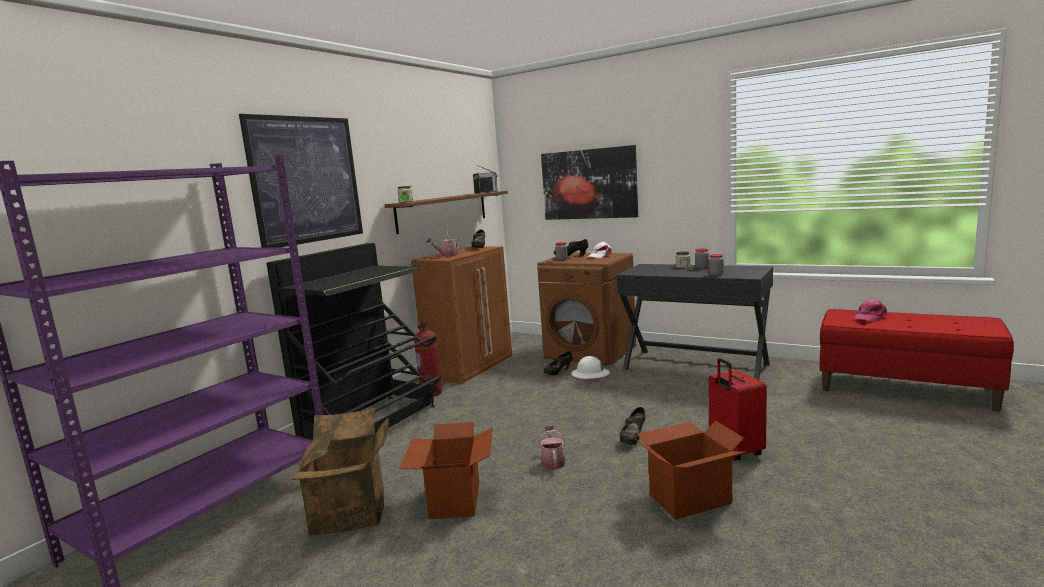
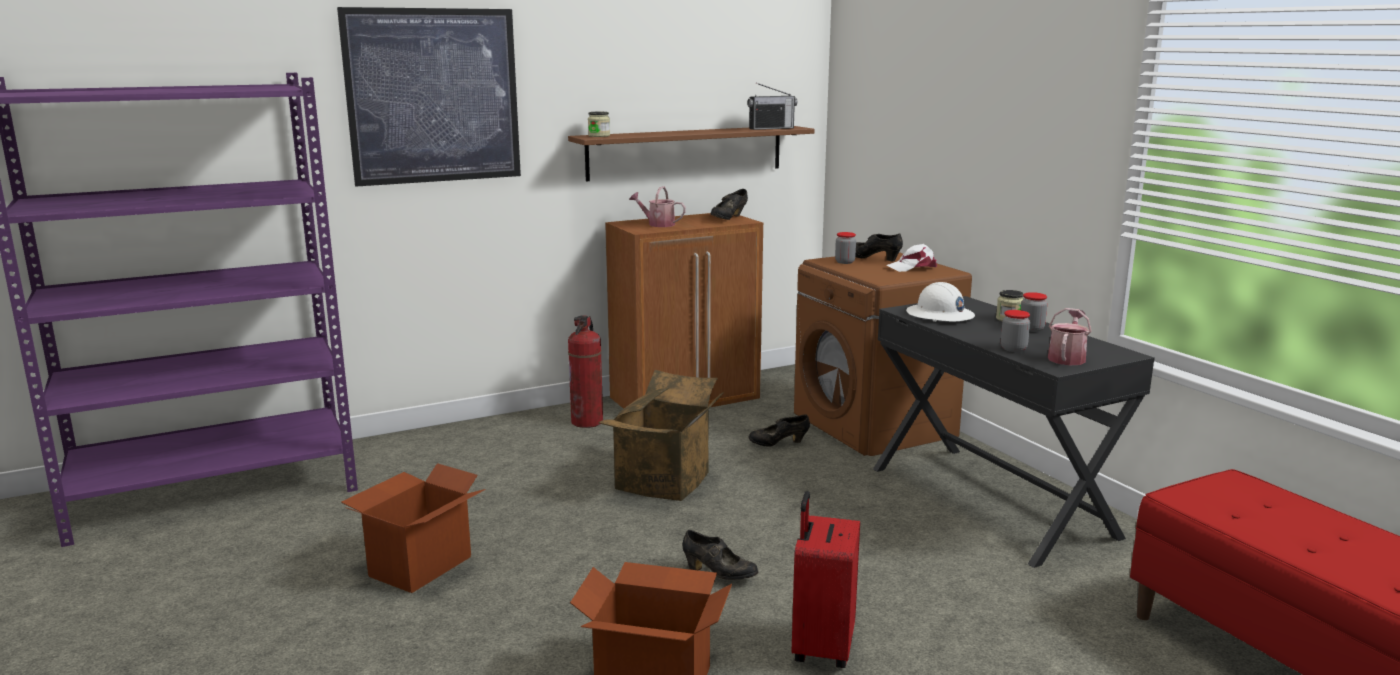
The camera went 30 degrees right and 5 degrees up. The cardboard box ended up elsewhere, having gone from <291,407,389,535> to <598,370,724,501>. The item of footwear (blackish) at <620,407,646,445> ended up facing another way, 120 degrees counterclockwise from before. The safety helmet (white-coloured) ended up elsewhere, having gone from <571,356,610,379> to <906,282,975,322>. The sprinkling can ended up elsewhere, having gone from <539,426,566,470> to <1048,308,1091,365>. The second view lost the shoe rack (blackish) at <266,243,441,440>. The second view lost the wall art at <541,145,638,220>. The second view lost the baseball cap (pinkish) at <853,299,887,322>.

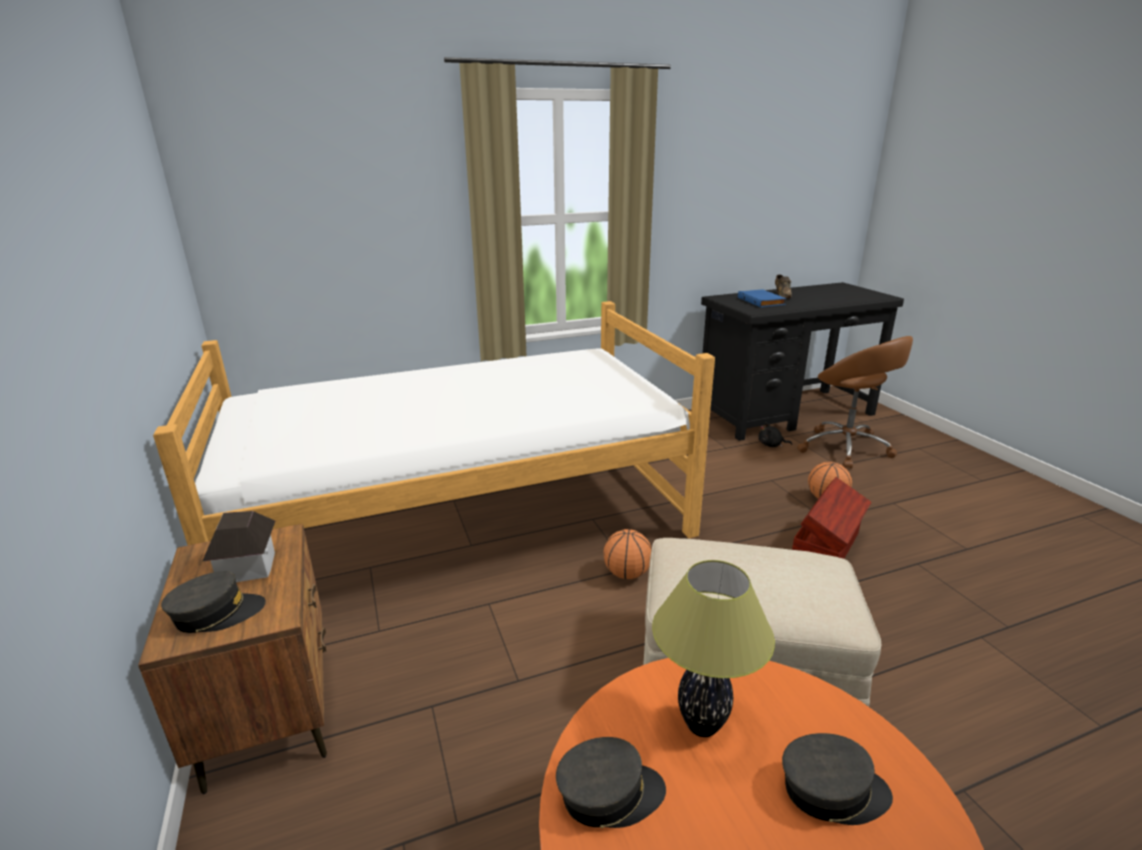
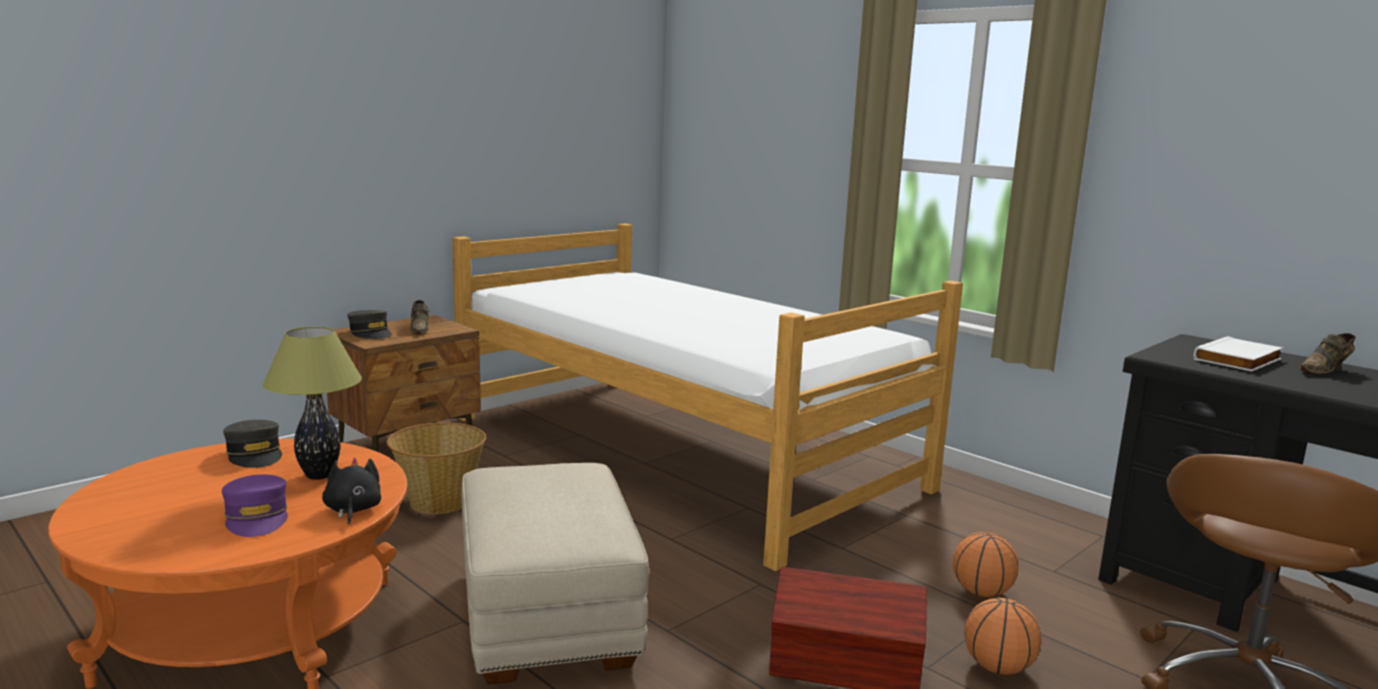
The camera went 65 degrees right and 10 degrees down. What was the baseball cap (greyish) at <782,733,893,825> turned into the baseball cap (purple-coloured) at <222,474,288,537>. The soft toy (blackish) ended up elsewhere, having gone from <758,422,792,447> to <322,458,381,525>. The second view gained the household basket at <387,422,486,514>. Where the toy house stood at <203,511,275,582>, the item of footwear (brownish) came to stand at <410,300,430,335>. The basketball ended up elsewhere, having gone from <603,529,652,579> to <953,532,1019,597>. What was the book (blue) at <738,289,786,307> turned into the book (white-coloured) at <1194,336,1283,371>.

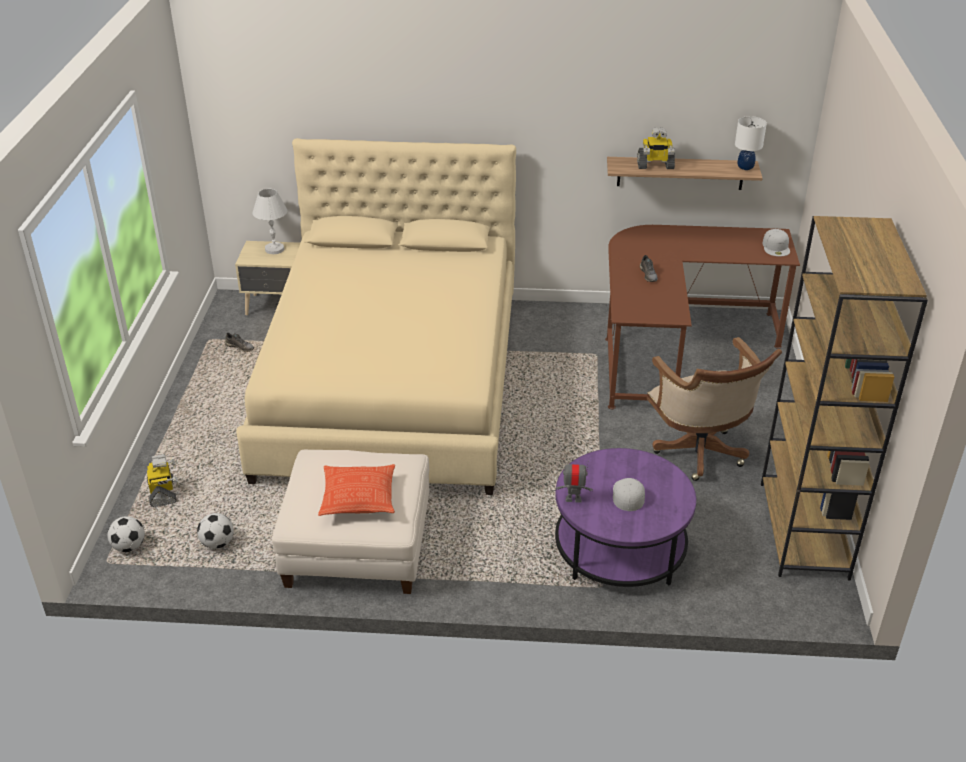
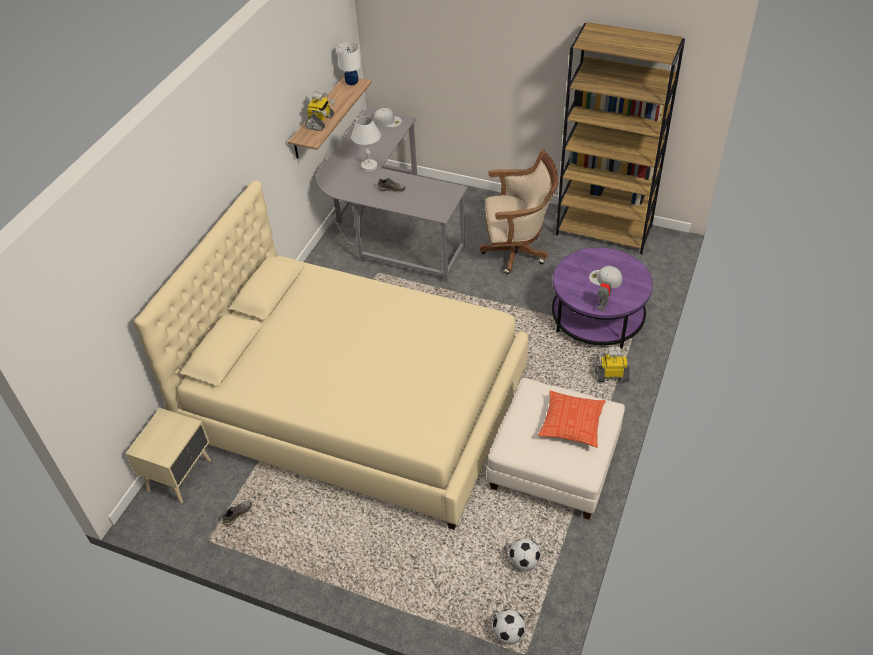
The camera went 70 degrees left and 10 degrees up. What was the desk table (brownish) at <605,225,800,409> turned into the desk table (greyish) at <316,108,468,284>. The table lamp (white-coloured) ended up elsewhere, having gone from <252,189,288,254> to <351,116,381,171>. The robot figure ended up elsewhere, having gone from <147,454,178,507> to <596,346,630,382>.

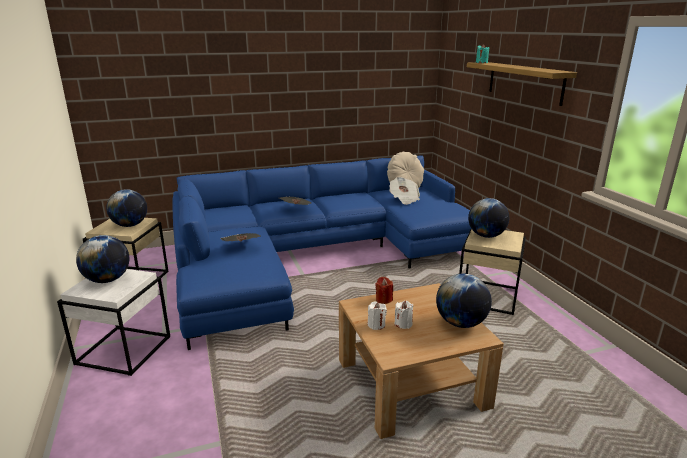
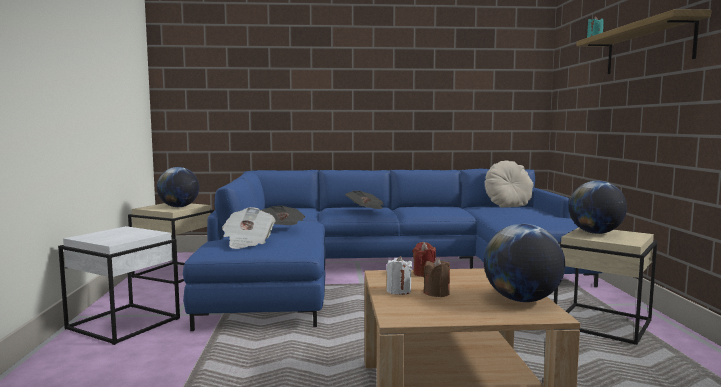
The camera went 15 degrees right and 15 degrees down. The newspaper ended up elsewhere, having gone from <390,177,420,205> to <222,207,275,249>. What was the wax candle (white-coloured) at <395,301,414,329> turned into the wax candle (brownish) at <423,258,450,297>. The second view lost the globe at <76,235,129,283>.

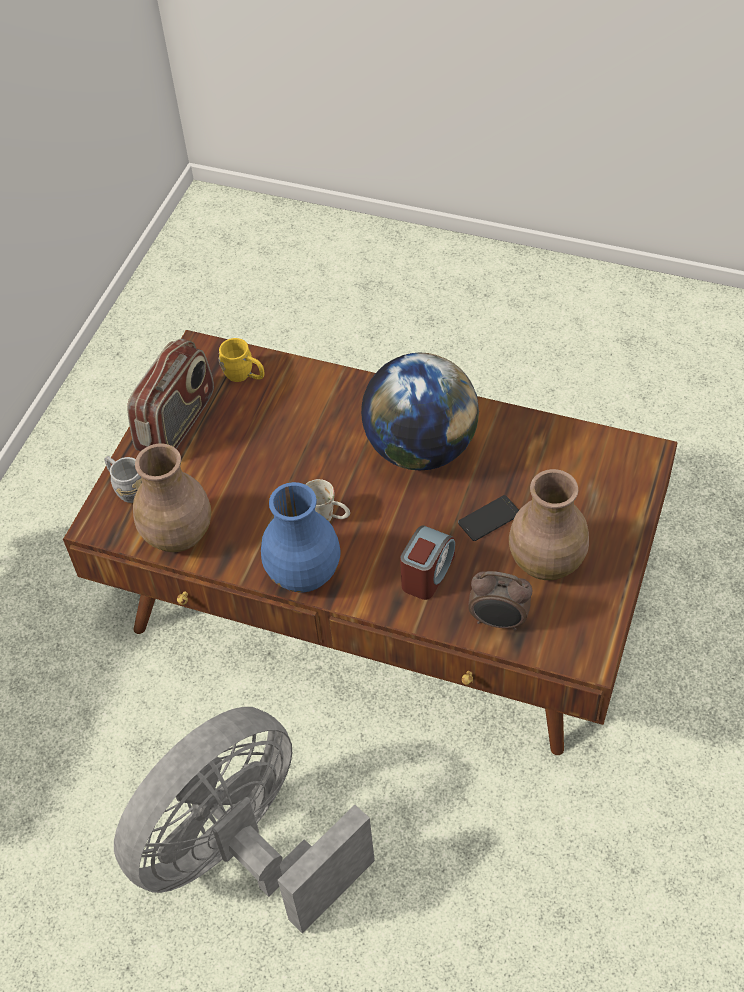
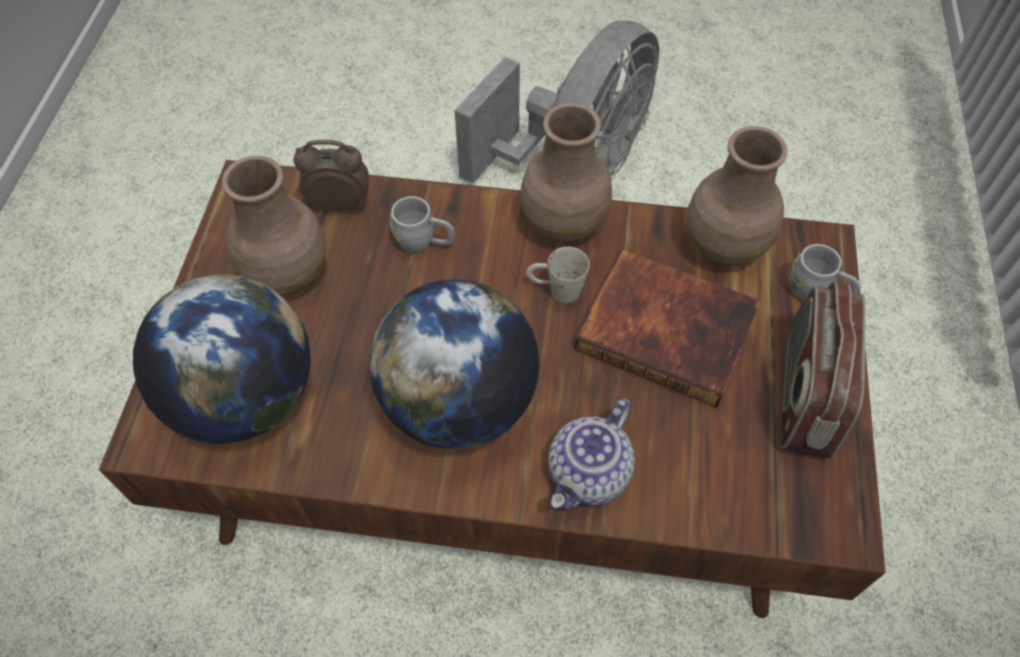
The camera went 165 degrees right and 5 degrees up. The second view gained the globe at <133,274,311,444>. Where the alarm clock stood at <400,525,455,600>, the mug (greyish) came to stand at <390,196,455,253>. What was the decorative vase (blue) at <261,482,341,592> turned into the decorative vase (brownish) at <520,103,612,243>. The second view gained the pot for tea at <548,398,635,509>. The second view gained the book at <574,249,760,408>. The second view lost the mug (yellow-coloured) at <219,338,265,382>. The second view lost the phone at <458,495,519,541>.

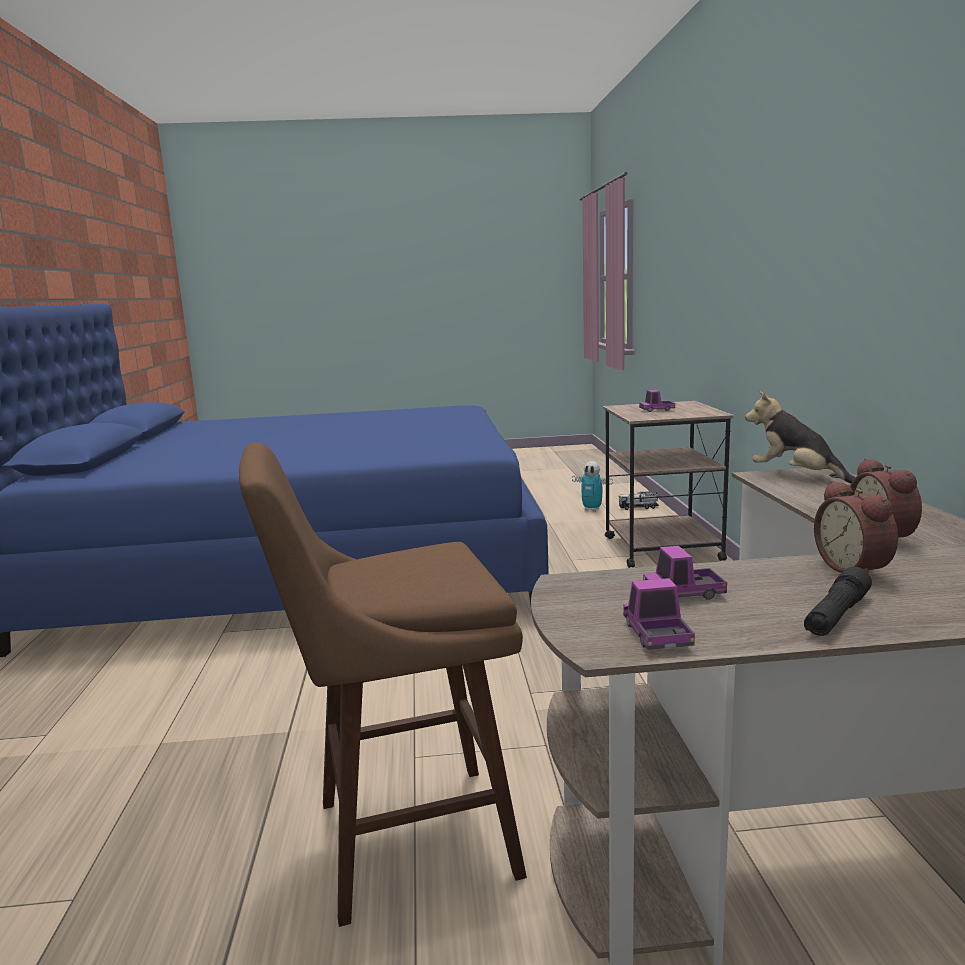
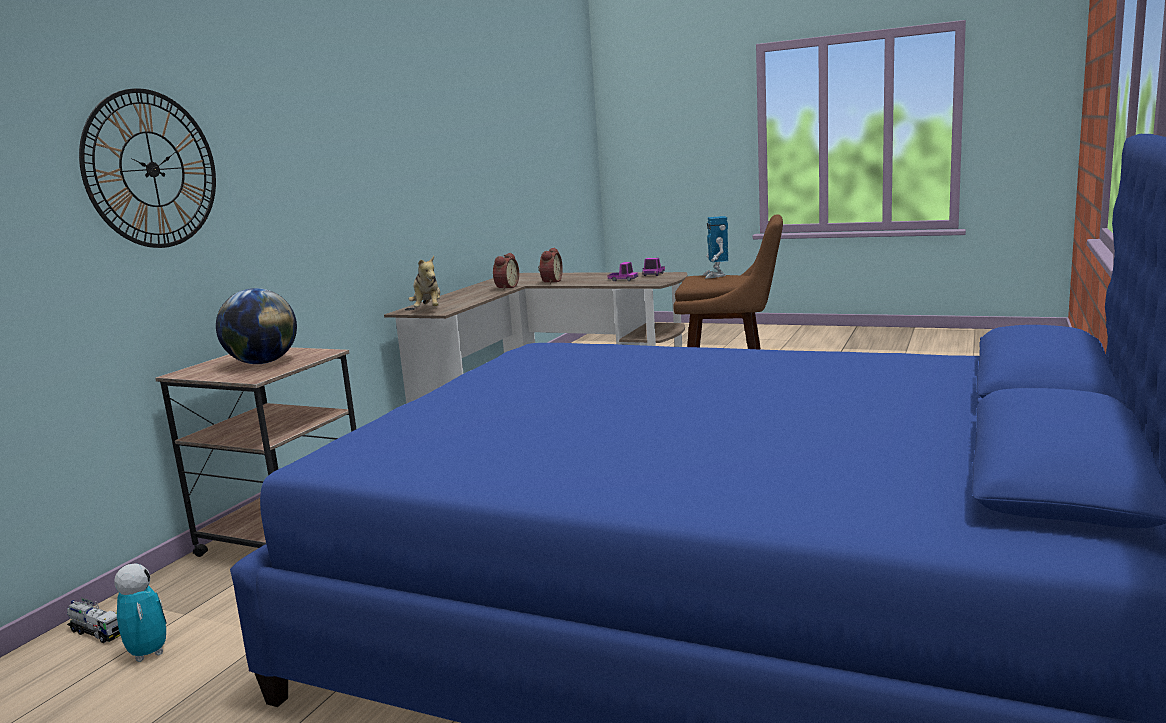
The camera went 150 degrees left and 0 degrees up. The second view gained the wall clock at <79,88,216,248>. Where the toy truck stood at <639,390,675,412>, the globe came to stand at <216,288,297,364>. The second view gained the robot figure at <703,216,728,278>. The second view lost the torch (blackish) at <804,567,872,636>.

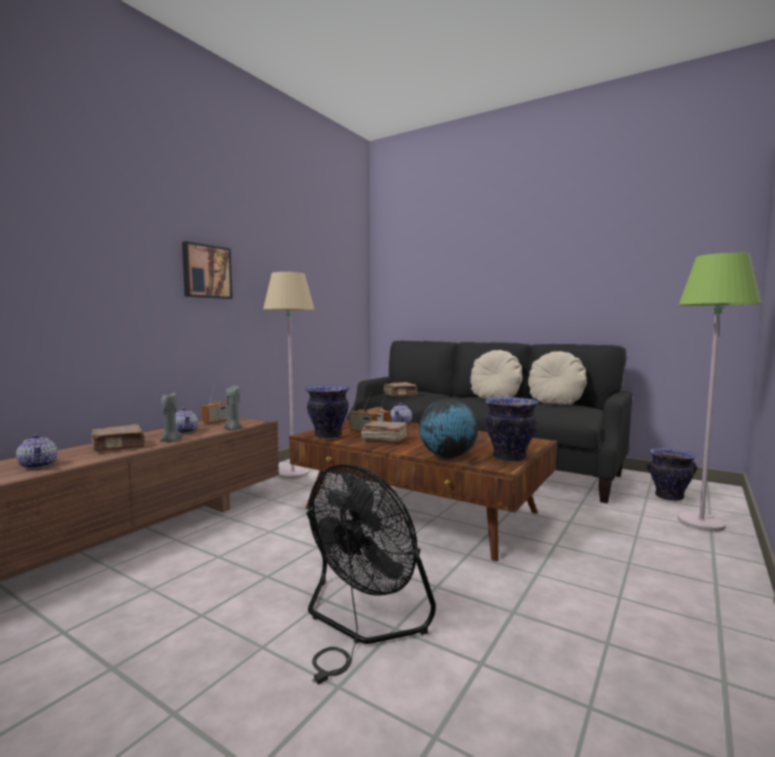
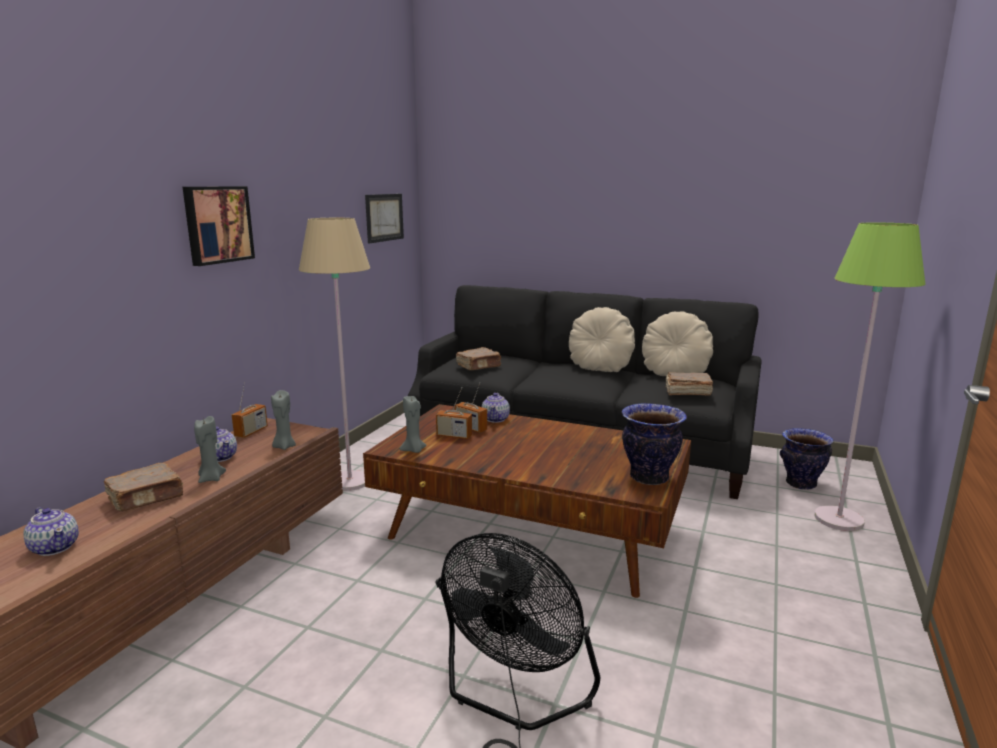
The camera went 10 degrees left and 10 degrees up. The second view gained the wall art at <365,194,404,243>. Where the decorative vase stood at <305,386,350,439>, the wax candle (greyish) came to stand at <400,396,427,453>. The book (brownish) ended up elsewhere, having gone from <361,421,408,442> to <666,372,713,396>. The second view lost the globe at <419,399,478,458>.

